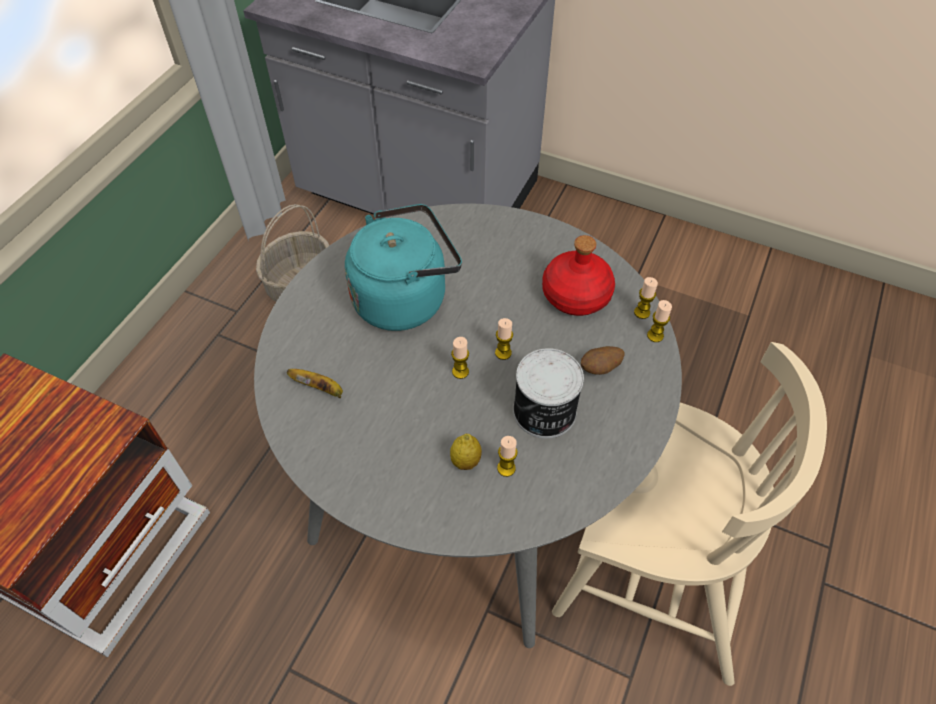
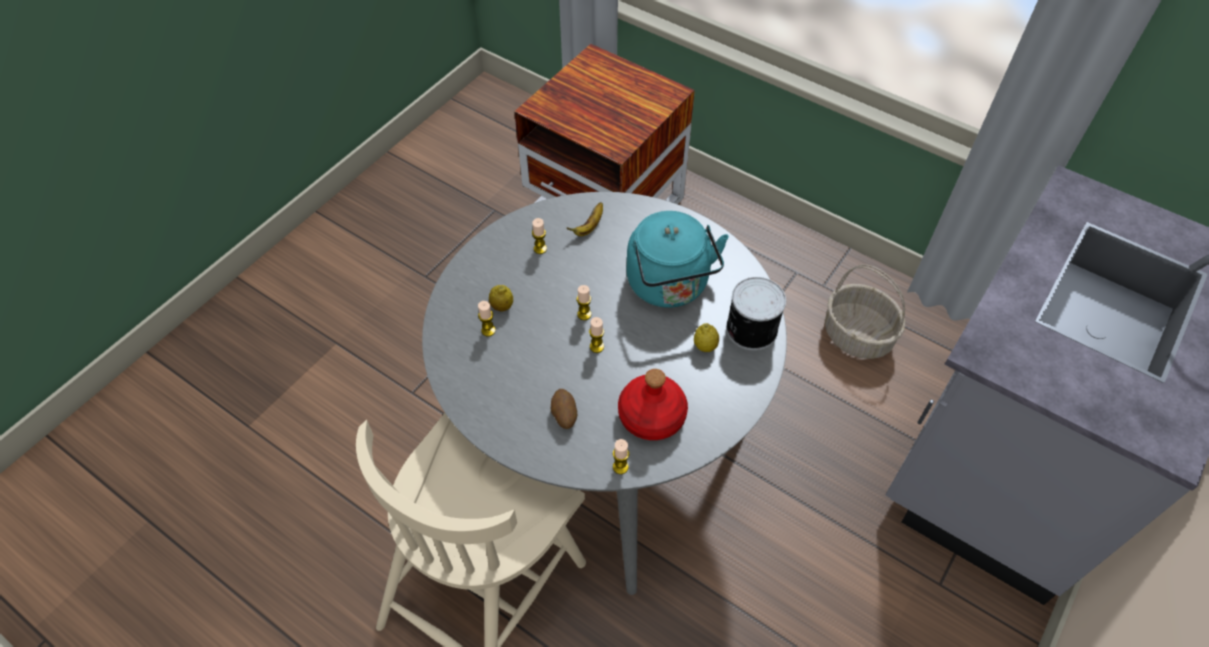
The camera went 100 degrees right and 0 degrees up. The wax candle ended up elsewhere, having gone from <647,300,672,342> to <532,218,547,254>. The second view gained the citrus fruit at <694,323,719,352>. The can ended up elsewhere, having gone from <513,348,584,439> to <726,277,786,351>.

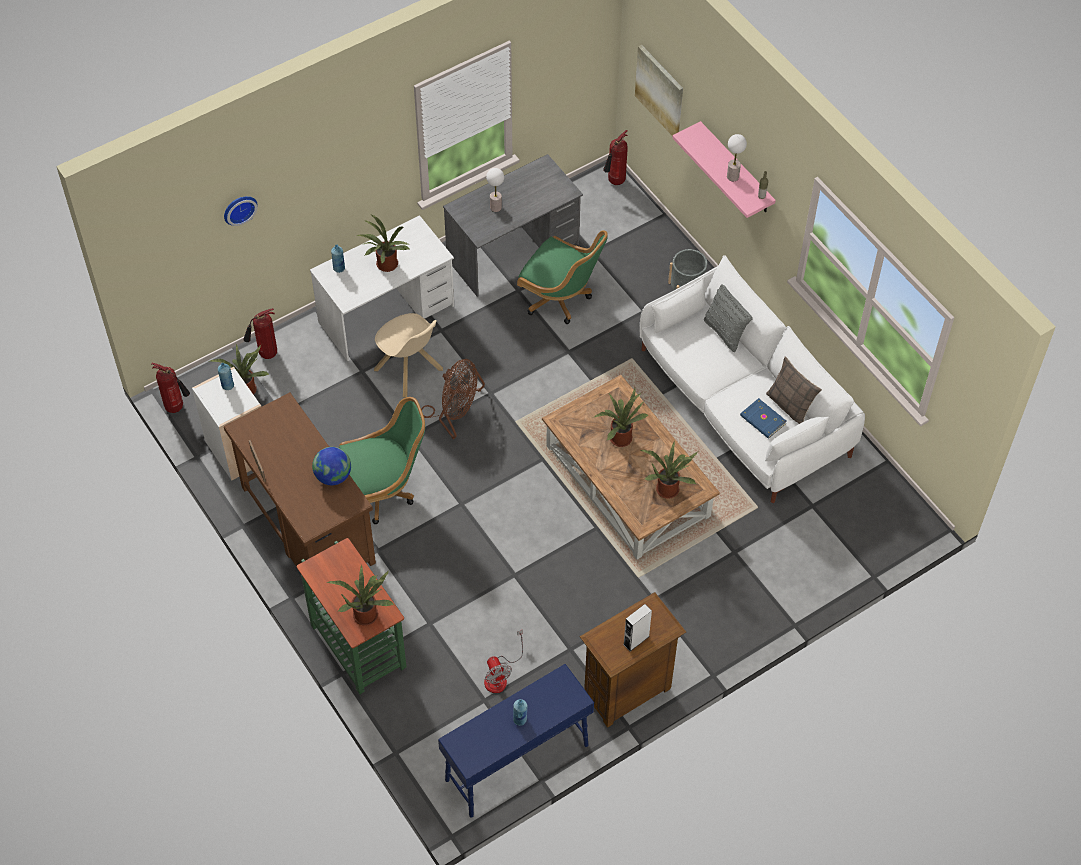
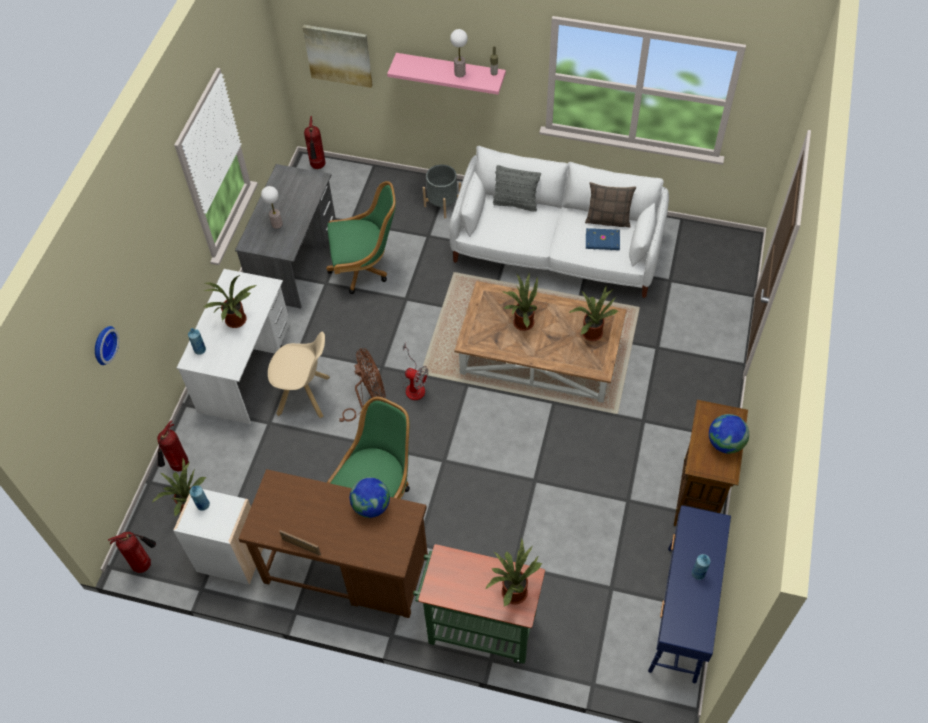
The camera went 40 degrees left and 0 degrees up. The cooling fan ended up elsewhere, having gone from <484,630,523,693> to <401,343,428,400>. Where the audio speaker (greyish) stood at <623,604,652,651>, the globe came to stand at <709,414,749,454>.

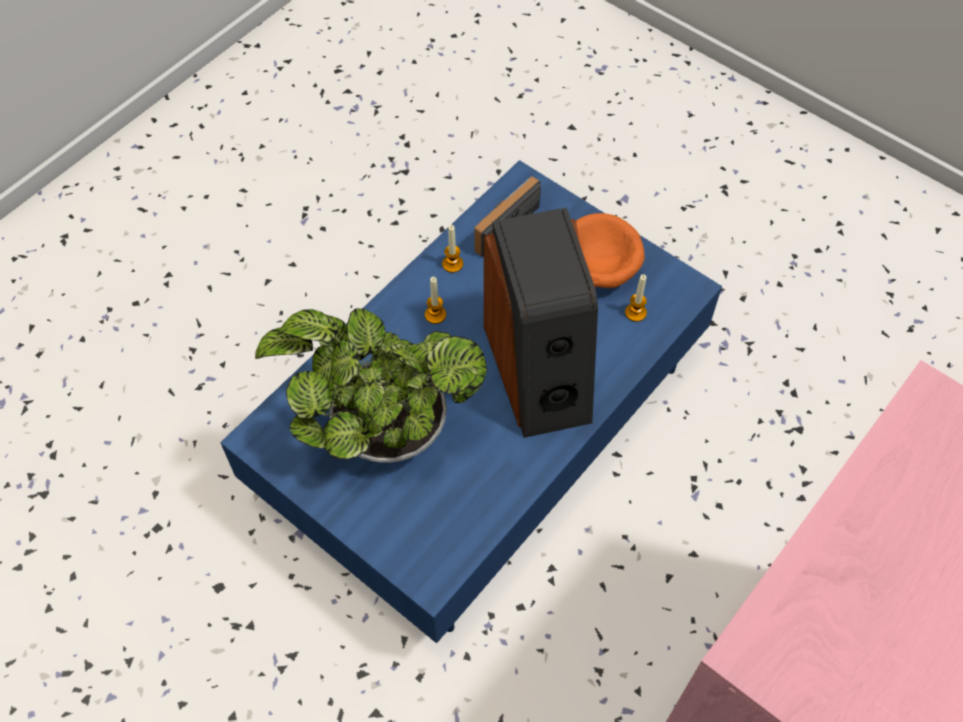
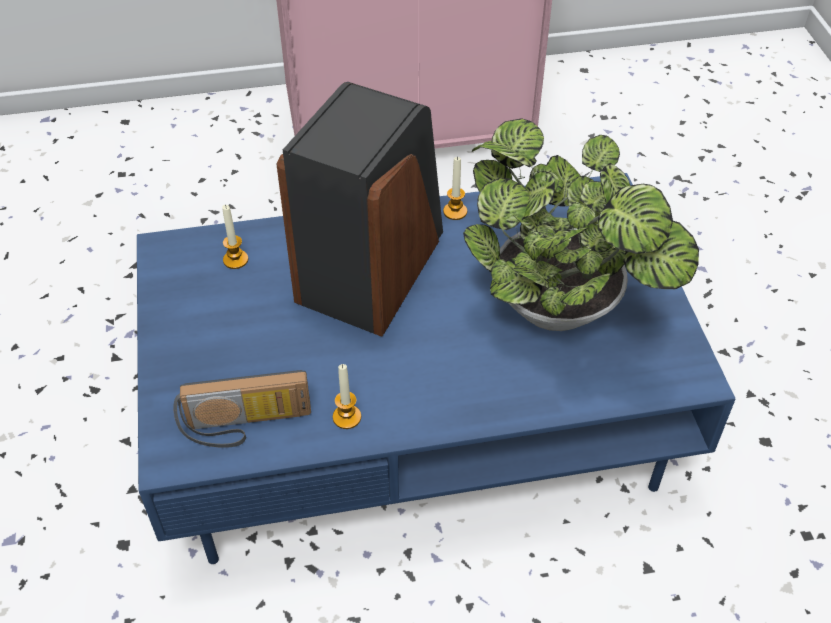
The camera went 140 degrees left and 10 degrees down. The wax candle ended up elsewhere, having gone from <425,277,446,324> to <443,156,467,220>. The second view lost the serving bowl (orangey) at <576,213,645,288>.

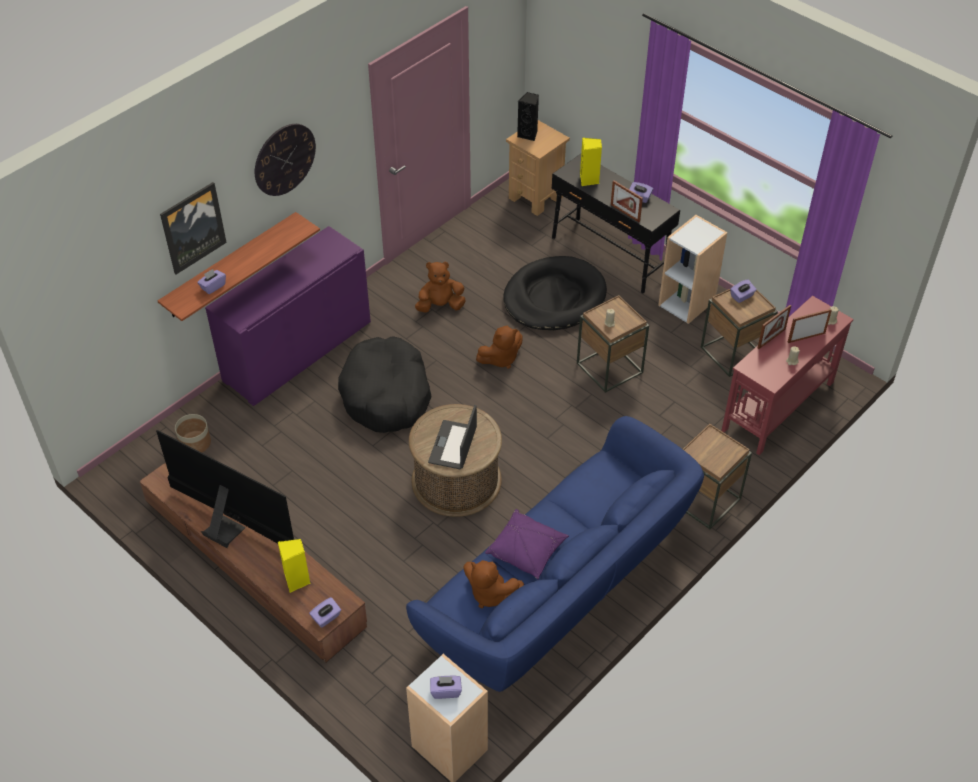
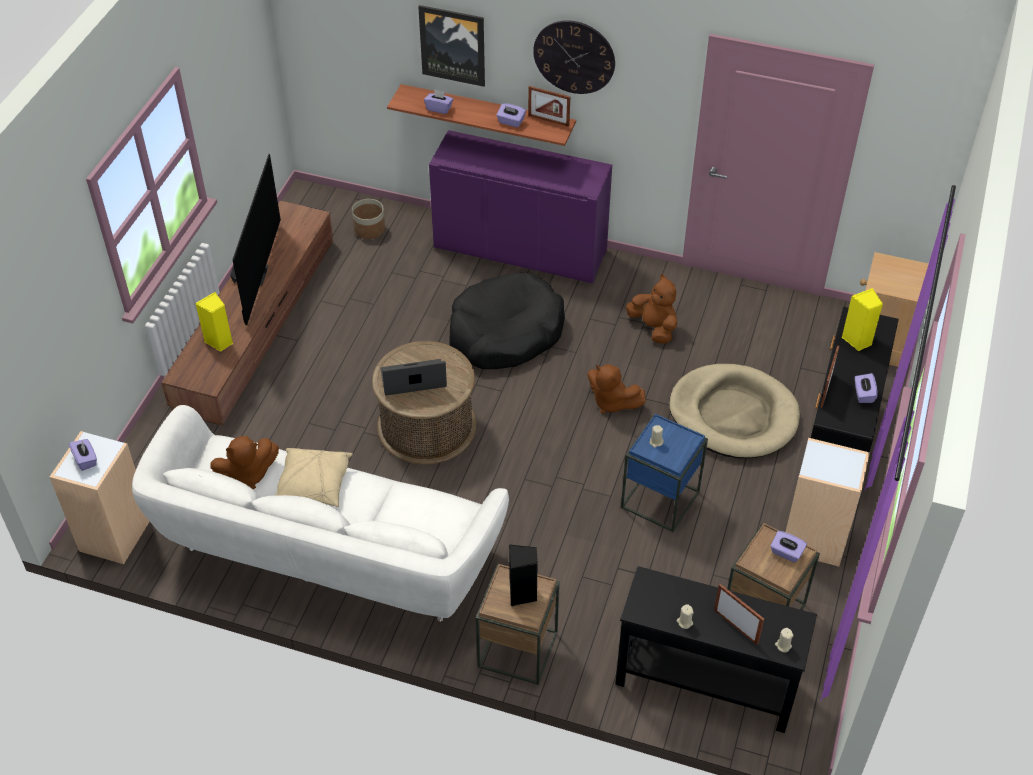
The camera went 65 degrees right and 0 degrees up. What was the couch (blue) at <406,416,704,692> turned into the couch (white-coloured) at <132,405,509,622>. The soft toy (brownish) at <463,560,524,609> ended up facing another way, 120 degrees counterclockwise from before. What was the pillow (purple-coloured) at <485,509,569,579> turned into the pillow (beige) at <275,448,353,507>. The tissue holder (purple-coloured) ended up elsewhere, having gone from <309,597,341,628> to <496,103,526,127>. The audio speaker (blackish) ended up elsewhere, having gone from <517,92,539,141> to <509,544,538,606>. The standing frame ended up elsewhere, having gone from <757,305,791,349> to <528,86,570,127>. What was the hall table (reddish) at <721,296,854,455> turned into the hall table (blackish) at <615,566,817,733>. What was the end table (brownish) at <577,295,649,393> turned into the end table (blue) at <621,414,708,532>. What was the dog cushion (blackish) at <503,256,607,330> turned into the dog cushion (beige) at <669,364,800,458>.

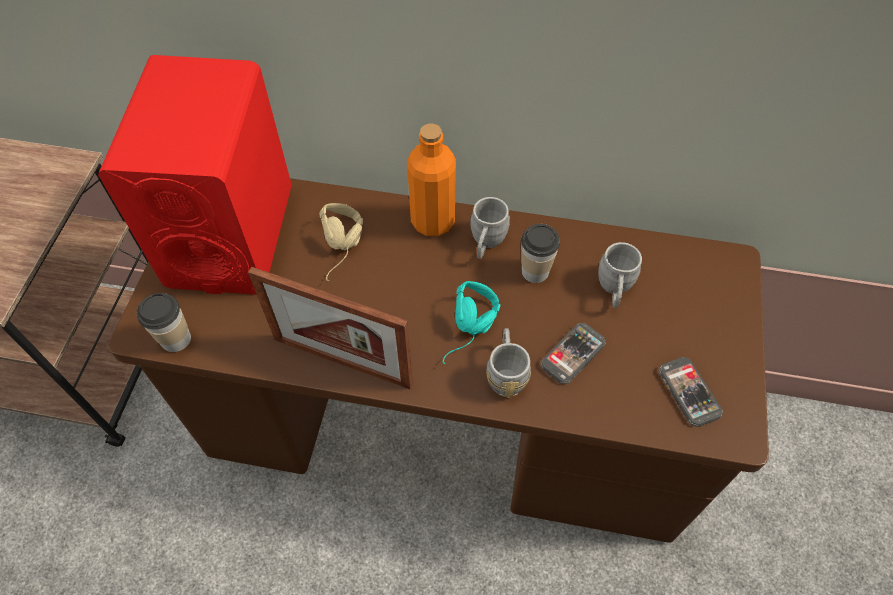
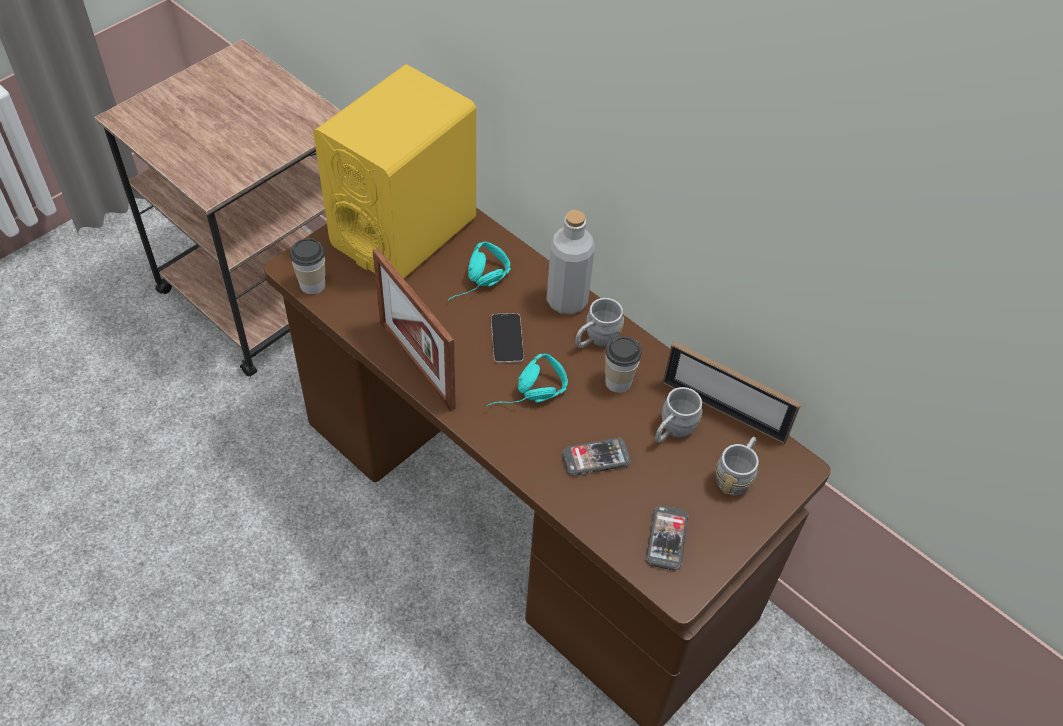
The camera went 30 degrees right and 5 degrees down. What was the audio speaker (reddish) at <98,55,292,295> turned into the audio speaker (yellow-coloured) at <313,65,476,279>. What was the headphones (beige) at <319,203,363,281> turned into the headphones (blue-green) at <448,242,511,301>. The second view gained the phone at <491,313,524,363>. What was the beverage bottle (orangey) at <407,124,456,236> turned into the beverage bottle (greyish) at <546,210,595,315>. The second view gained the standing frame at <663,341,802,444>. The mug (greyish) ended up elsewhere, having gone from <486,328,531,398> to <715,437,759,496>.

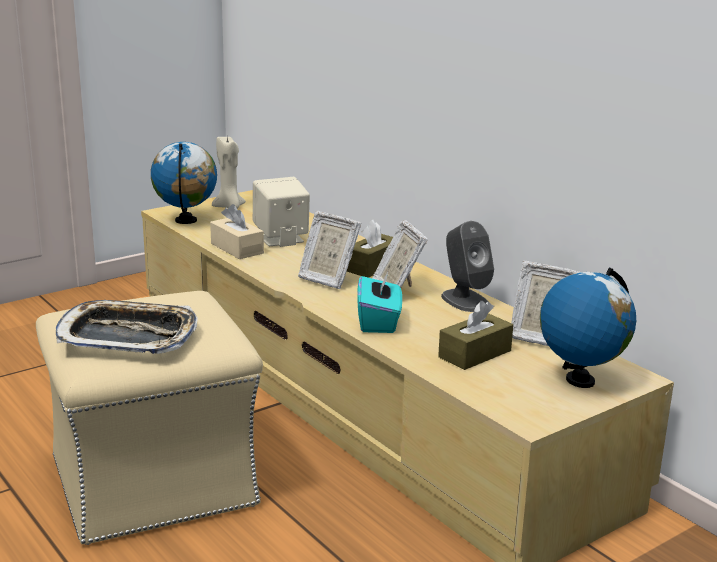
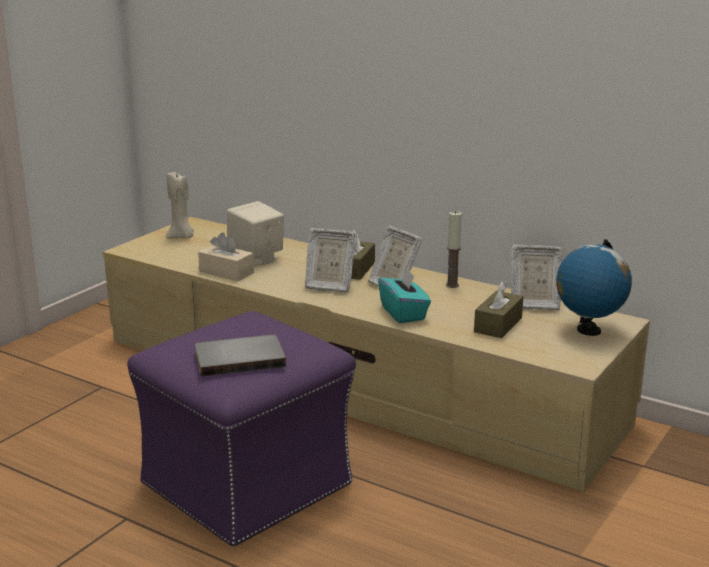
The camera went 20 degrees left and 0 degrees up. What was the pouffe (beige) at <36,291,263,545> turned into the pouffe (purple-coloured) at <127,311,356,546>. Where the serving tray stood at <56,300,198,354>, the book (greyish) came to stand at <194,335,286,376>. Where the audio speaker (greyish) stood at <441,221,494,312>, the wax candle came to stand at <446,211,462,288>. The second view lost the globe at <151,142,217,224>.

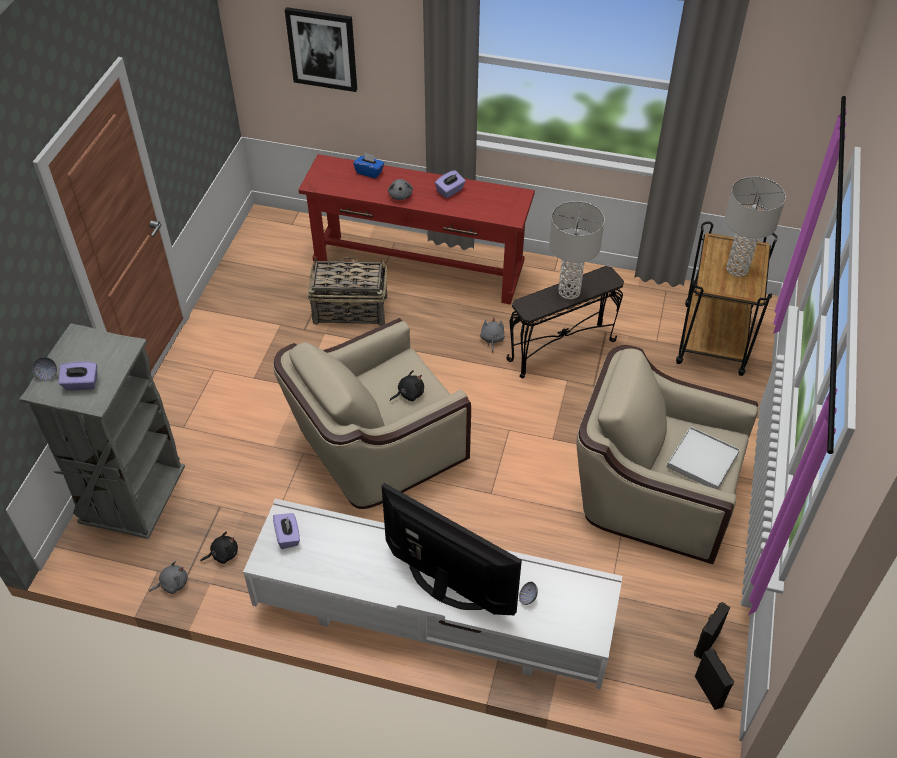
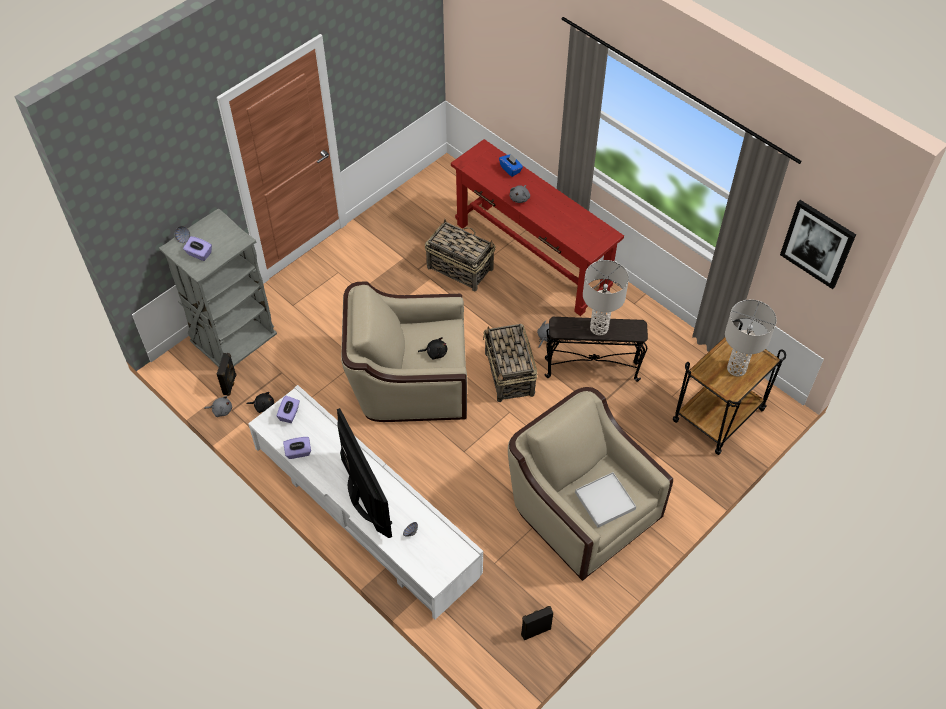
The camera went 30 degrees right and 5 degrees up. The audio speaker (blackish) ended up elsewhere, having gone from <695,648,734,710> to <217,353,236,396>. The tissue holder (purple-coloured) ended up elsewhere, having gone from <435,170,466,198> to <283,437,311,459>. The second view gained the household basket at <483,324,537,402>. The wall art ended up elsewhere, having gone from <285,7,357,92> to <780,200,856,289>.

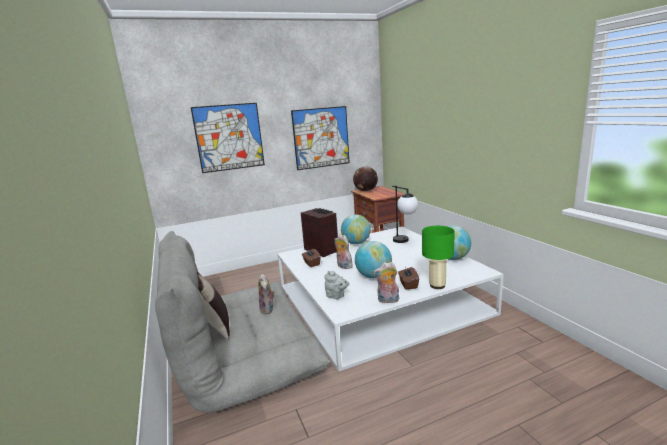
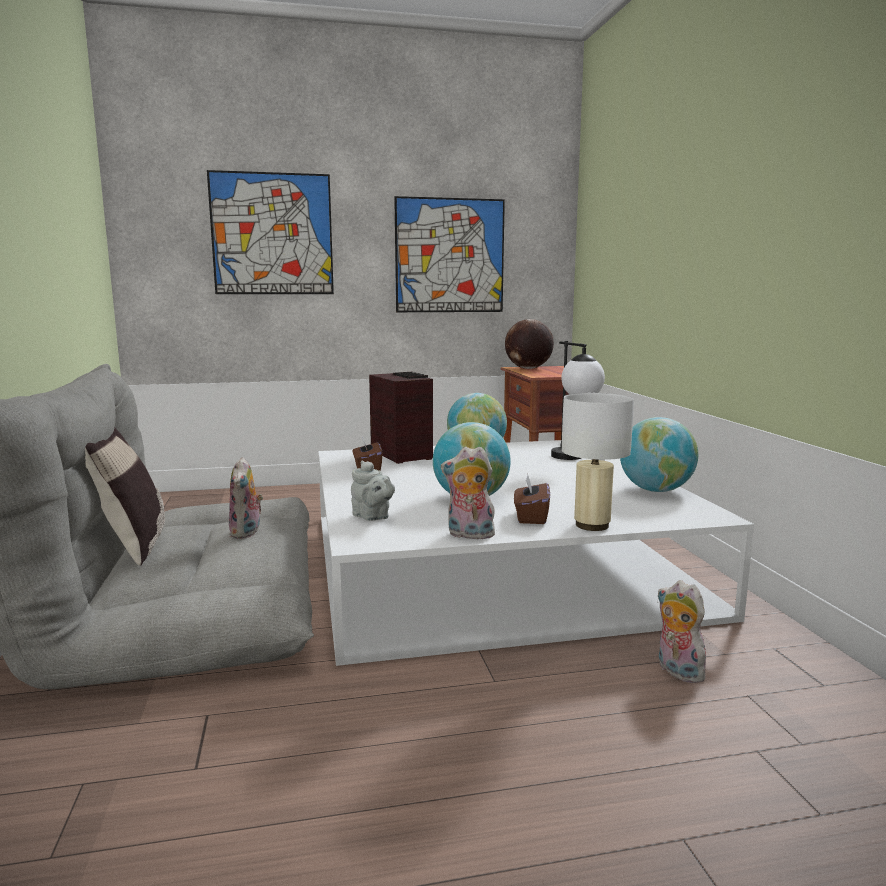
The camera went 10 degrees right and 5 degrees down. What was the table lamp (green) at <422,226,454,289> turned into the table lamp (white-coloured) at <562,393,634,531>. The soft toy ended up elsewhere, having gone from <334,234,353,269> to <657,580,706,683>.

